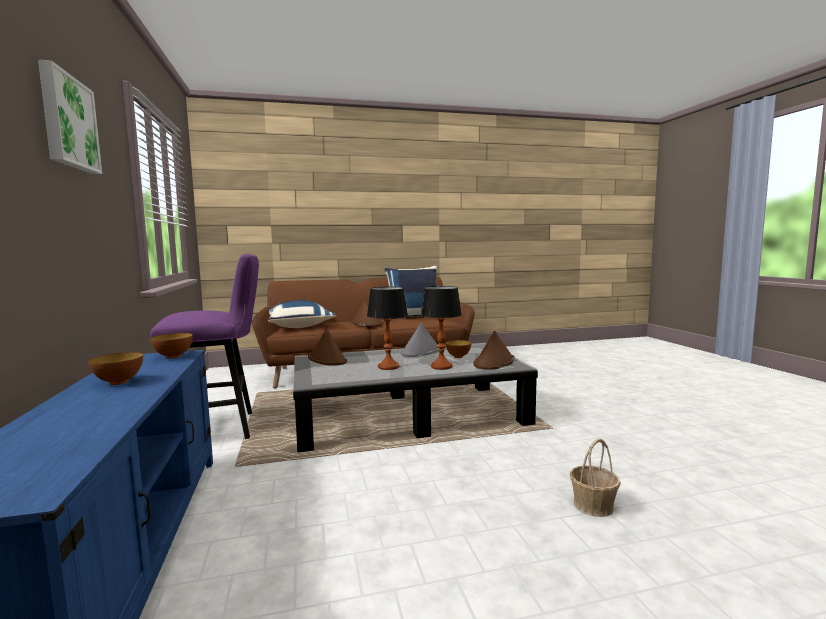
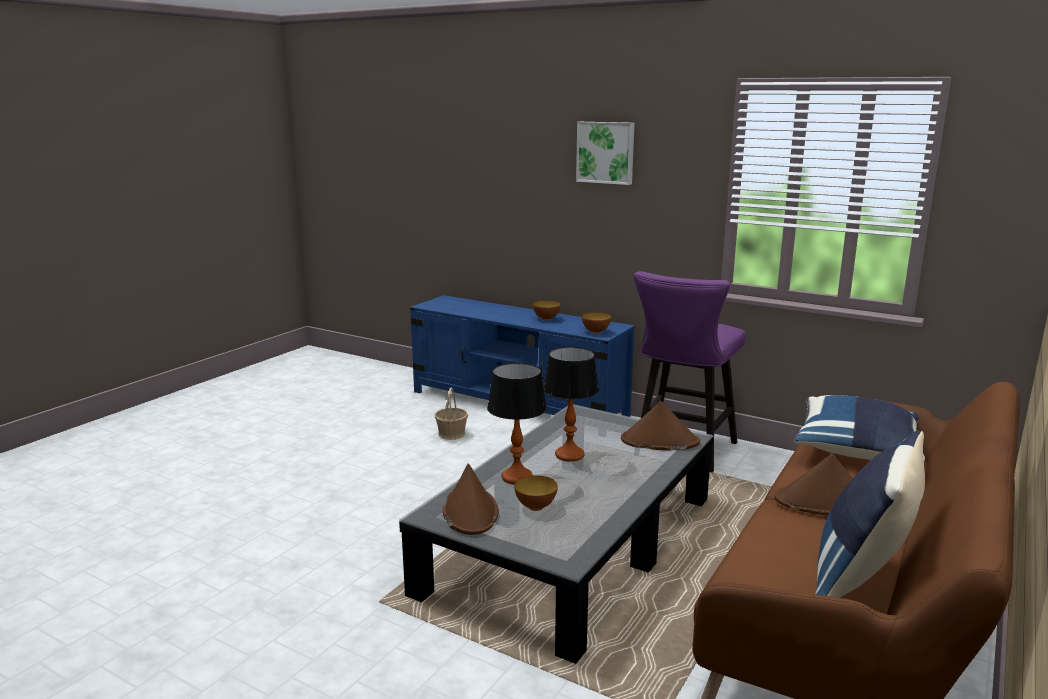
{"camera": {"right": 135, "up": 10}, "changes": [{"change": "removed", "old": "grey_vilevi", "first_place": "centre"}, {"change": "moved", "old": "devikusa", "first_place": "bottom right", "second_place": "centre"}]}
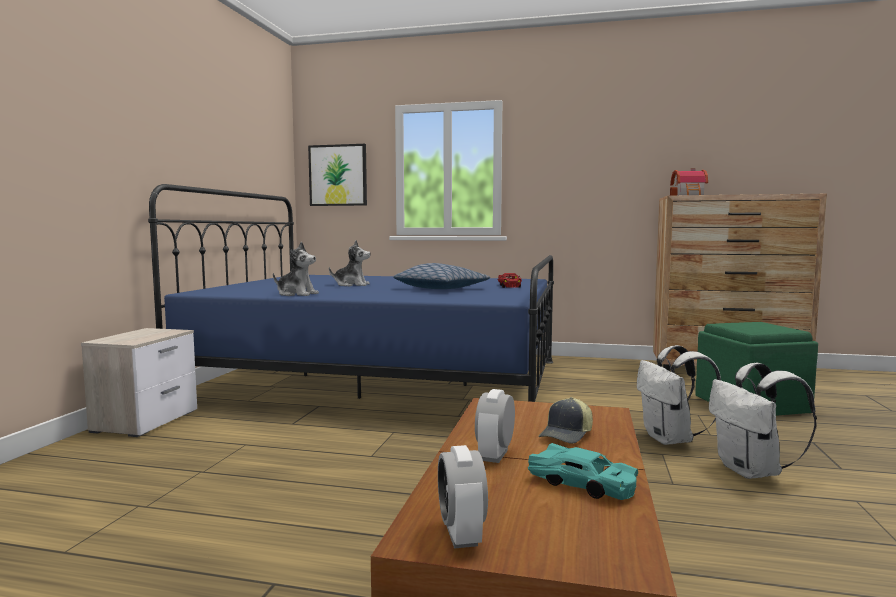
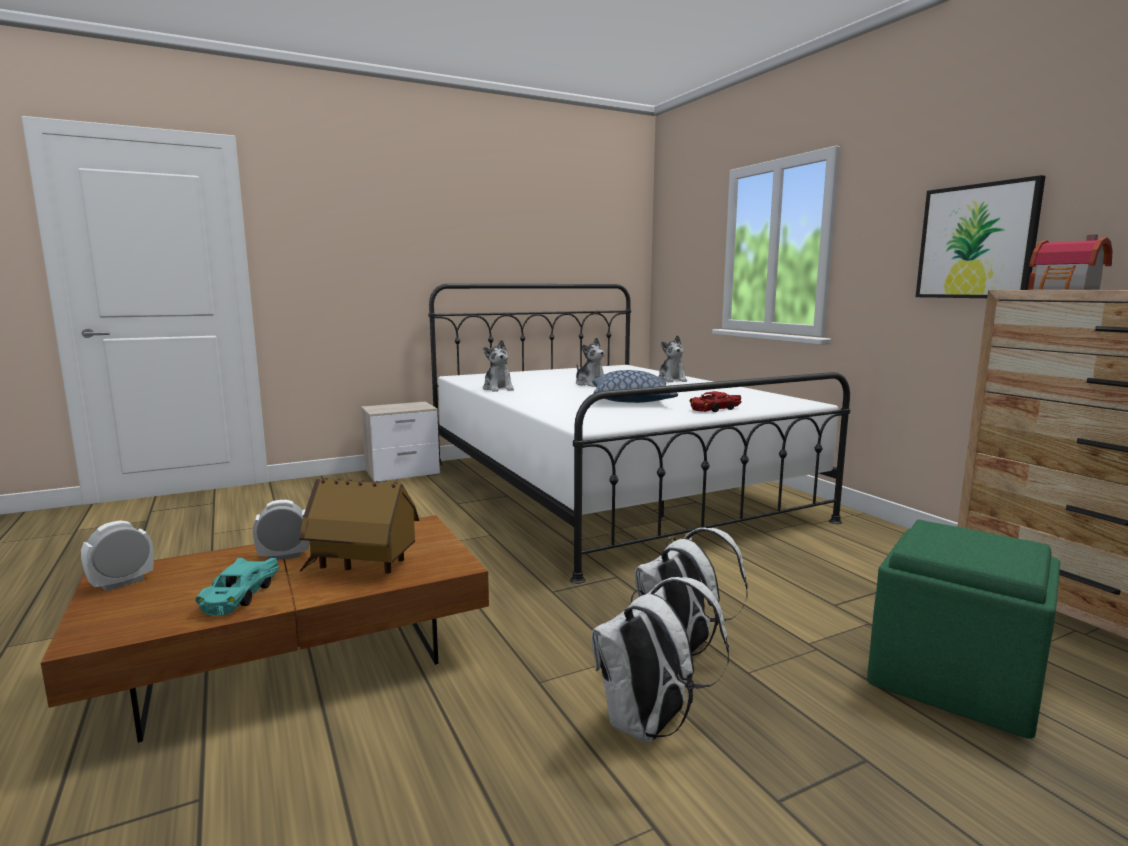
{"camera": {"right": 50, "up": 5}, "changes": [{"change": "moved", "old": "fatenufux", "first_place": "top centre", "second_place": "top right"}, {"change": "recoloured", "old": "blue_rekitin", "new": "white_rekitin", "first_place": "centre", "second_place": "centre"}, {"change": "replaced", "old": "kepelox", "new": "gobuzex (1st from left)", "first_place": "bottom centre", "second_place": "middle left"}, {"change": "added", "new": "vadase (3rd from left)", "second_place": "centre"}]}
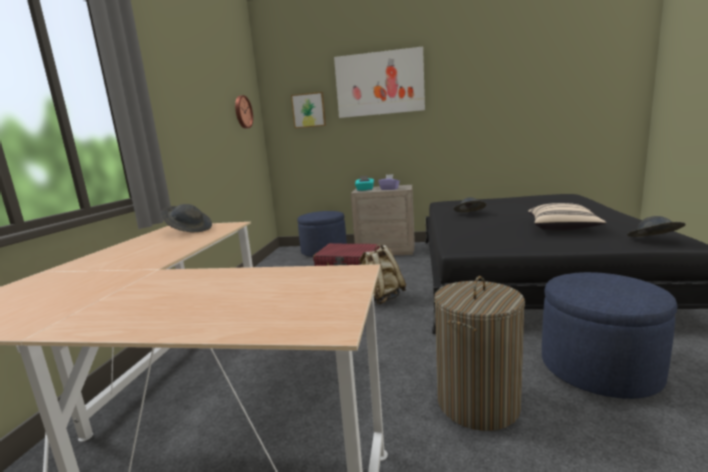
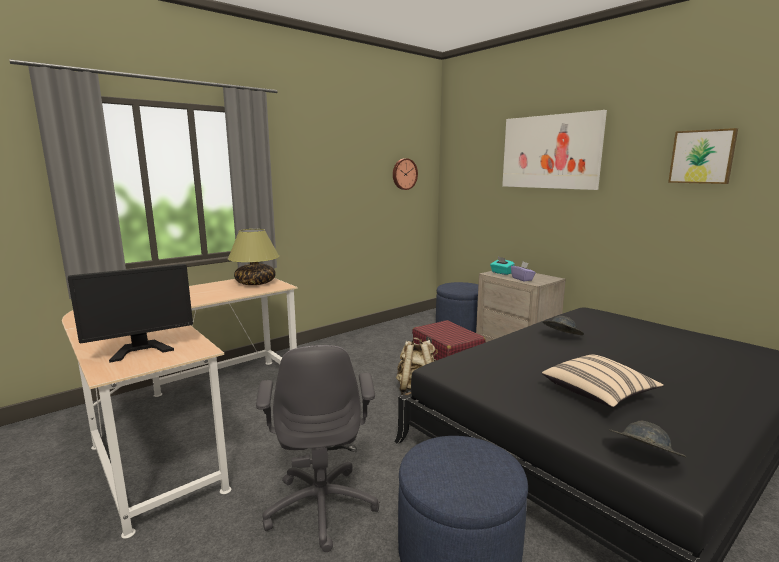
{"camera": {"right": 40, "up": 0}, "changes": [{"change": "moved", "old": "fatenufux (1st from left in the first image)", "new": "fatenufux (2nd from left)", "first_place": "top centre", "second_place": "top right"}, {"change": "replaced", "old": "grey_vilevi (1st from left)", "new": "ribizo", "first_place": "middle left", "second_place": "middle left"}, {"change": "replaced", "old": "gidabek", "new": "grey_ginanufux", "first_place": "bottom right", "second_place": "bottom centre"}, {"change": "added", "new": "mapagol", "second_place": "middle left"}]}
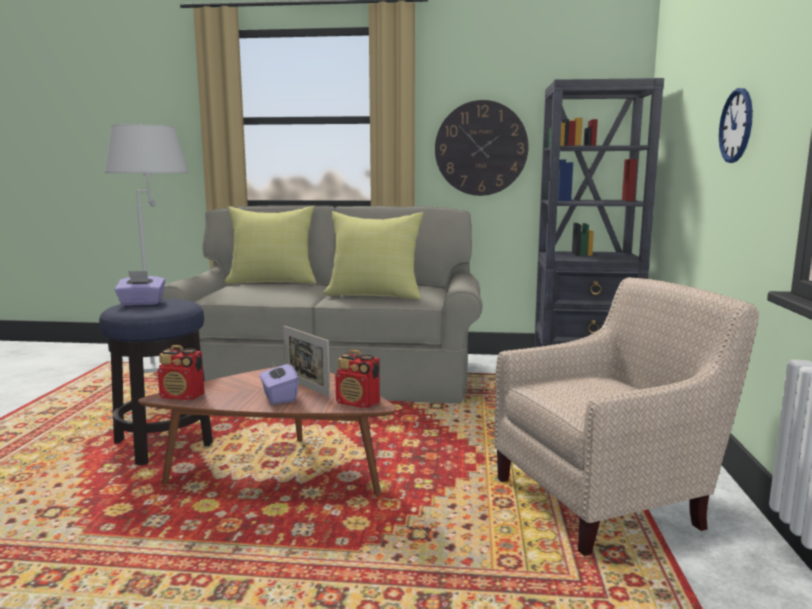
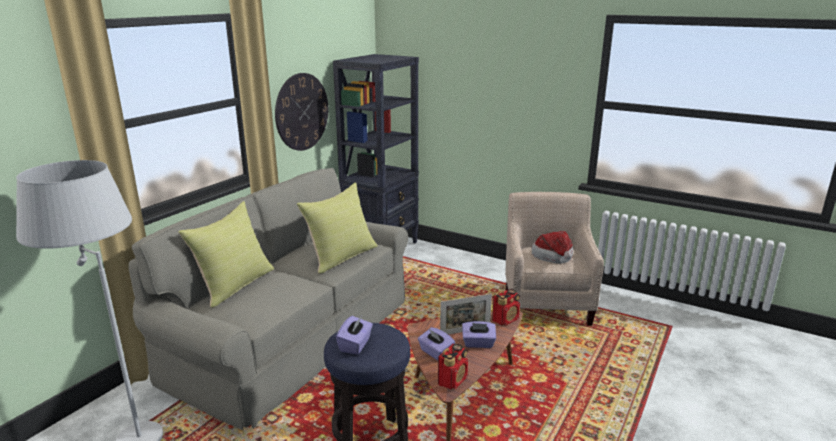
{"camera": {"right": -65, "up": 10}, "changes": [{"change": "removed", "old": "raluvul (2nd from left)", "first_place": "top right"}, {"change": "added", "new": "vilevi", "second_place": "centre"}, {"change": "added", "new": "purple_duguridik (2nd from left)", "second_place": "bottom centre"}]}
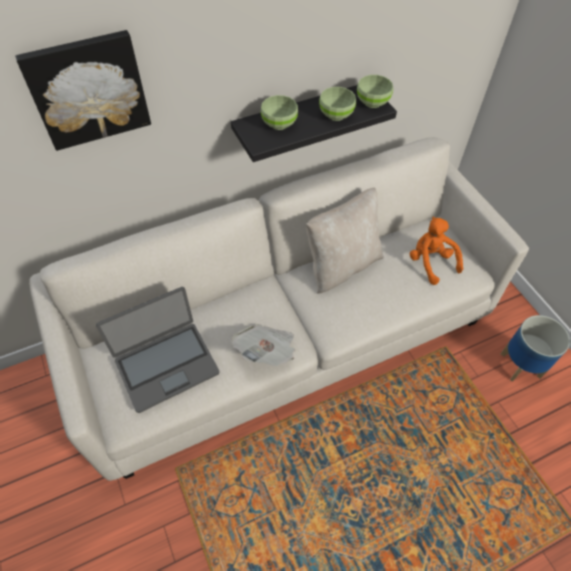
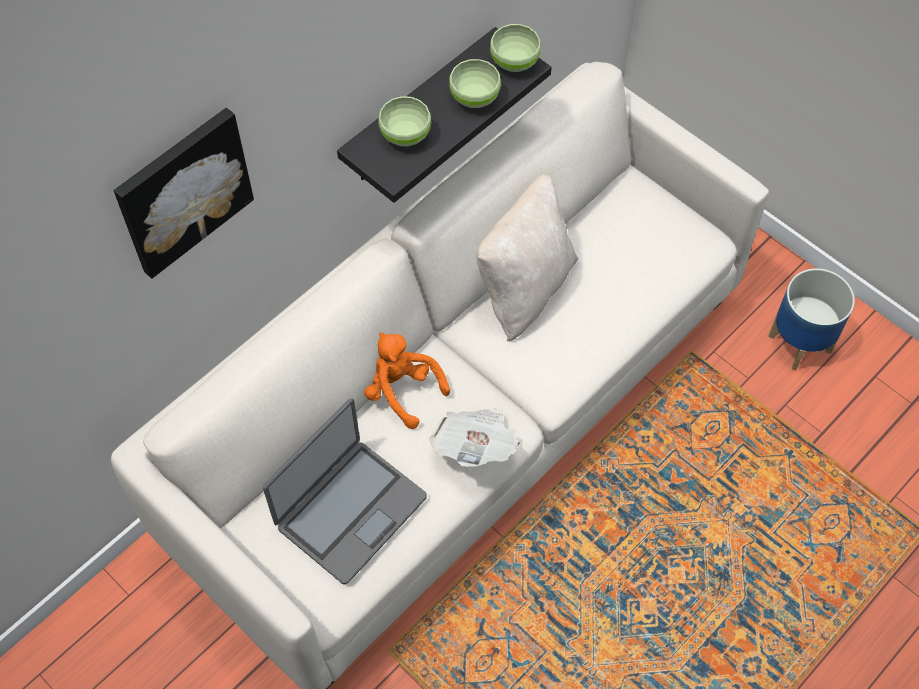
{"camera": {"right": -20, "up": 5}, "changes": [{"change": "moved", "old": "orange_vadase", "first_place": "middle right", "second_place": "centre"}]}
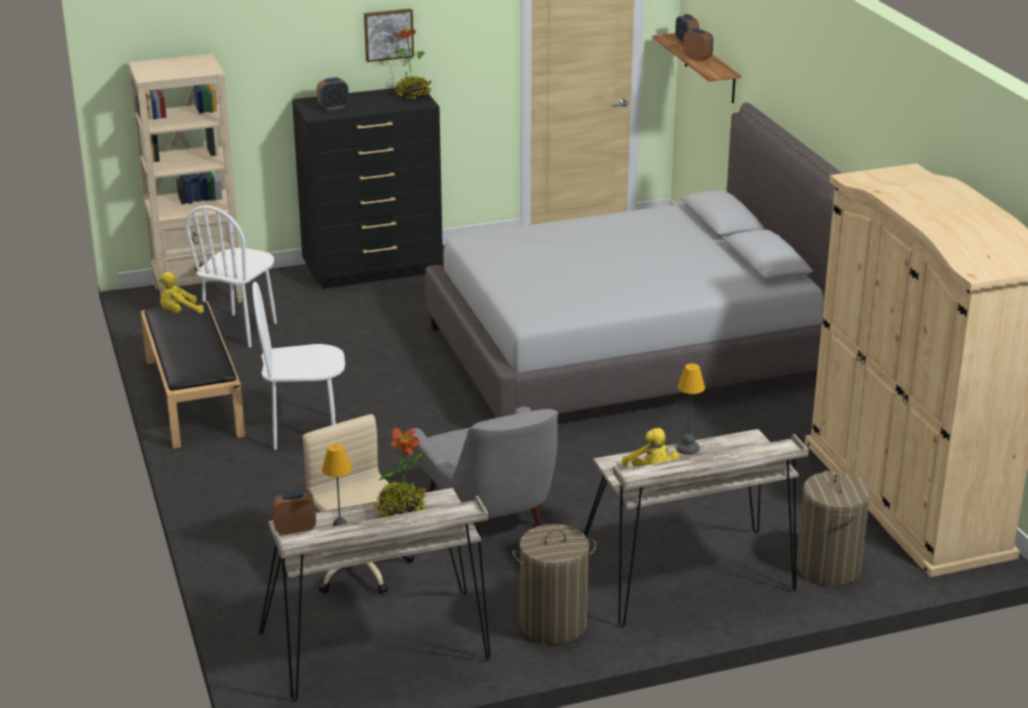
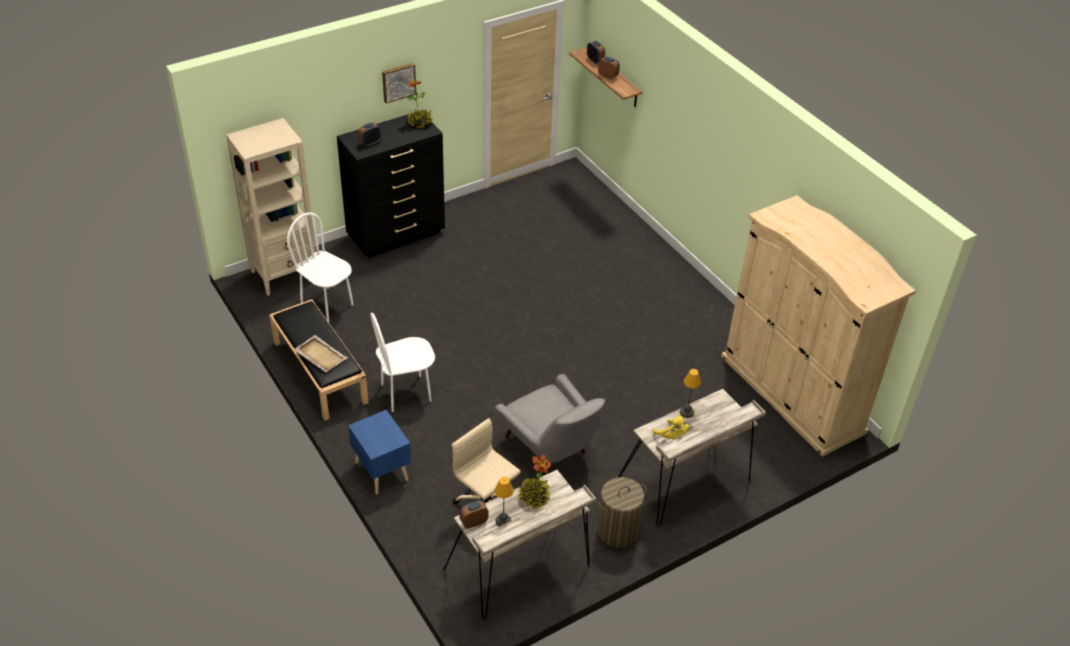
{"camera": {"right": -15, "up": 15}, "changes": [{"change": "removed", "old": "grey_rekitin", "first_place": "centre"}, {"change": "turned", "old": "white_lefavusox (1st from left)", "first_place": "middle left", "second_place": "middle left", "degrees": 120}, {"change": "removed", "old": "yellow_vadase (1st from left)", "first_place": "middle left"}, {"change": "removed", "old": "gidabek (2nd from left)", "first_place": "bottom right"}, {"change": "added", "new": "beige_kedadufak", "second_place": "middle left"}, {"change": "added", "new": "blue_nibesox", "second_place": "bottom centre"}]}
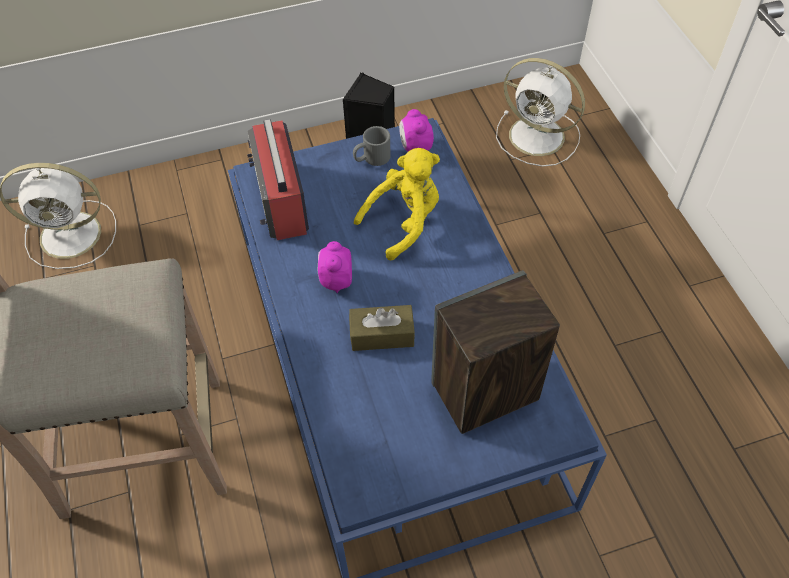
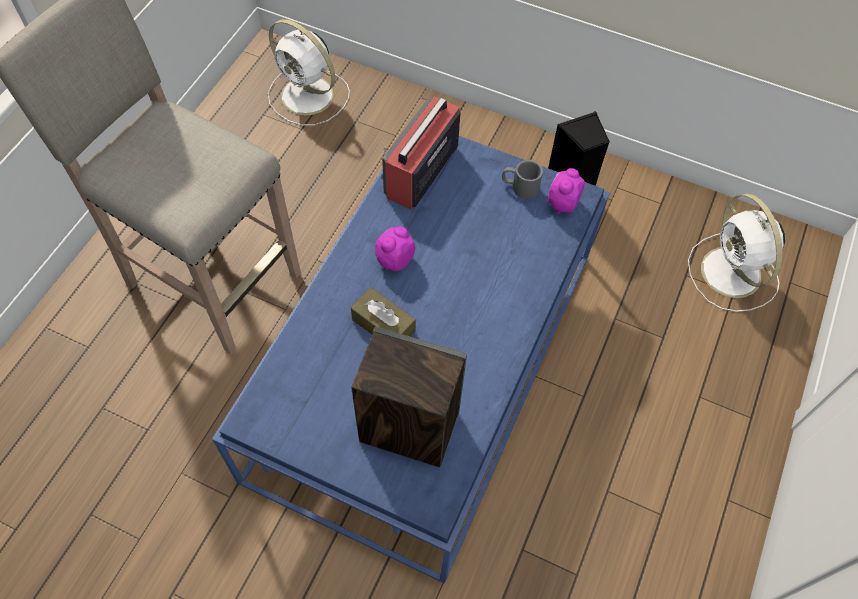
{"camera": {"right": 40, "up": 5}, "changes": [{"change": "removed", "old": "yellow_vadase", "first_place": "centre"}]}
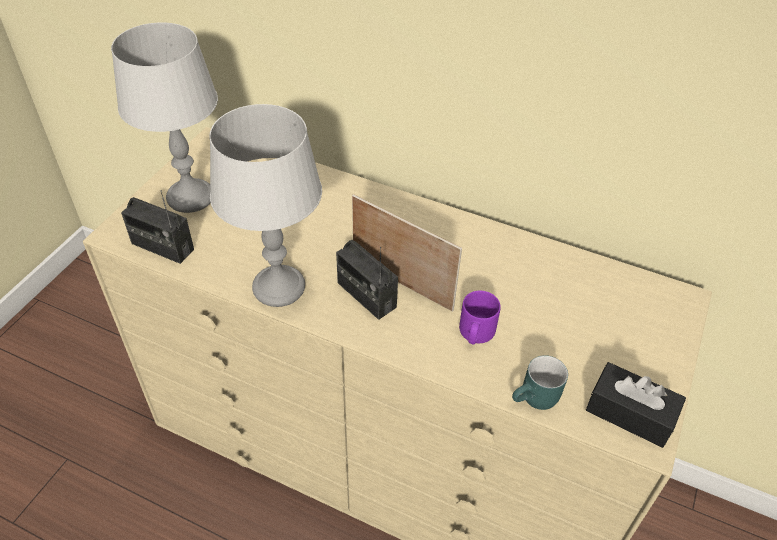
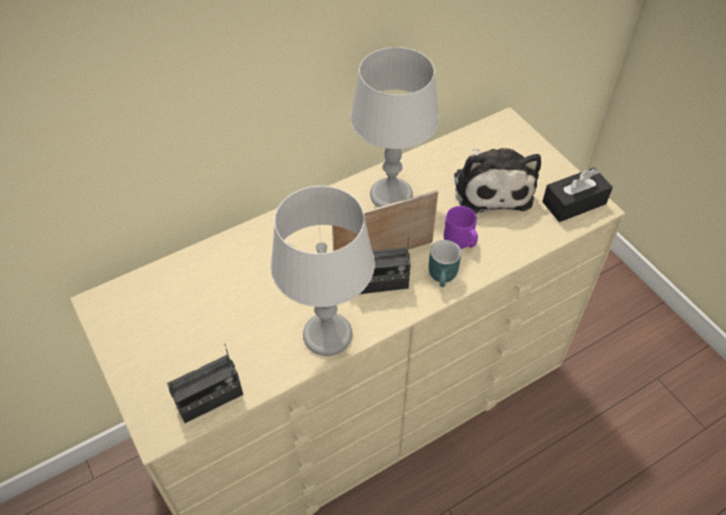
{"camera": {"right": -55, "up": 5}, "changes": [{"change": "moved", "old": "grey_ribizo (1st from left in the first image)", "new": "grey_ribizo (2nd from left)", "first_place": "top left", "second_place": "top centre"}, {"change": "moved", "old": "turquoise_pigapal", "first_place": "bottom right", "second_place": "centre"}, {"change": "added", "new": "vadase", "second_place": "middle right"}]}
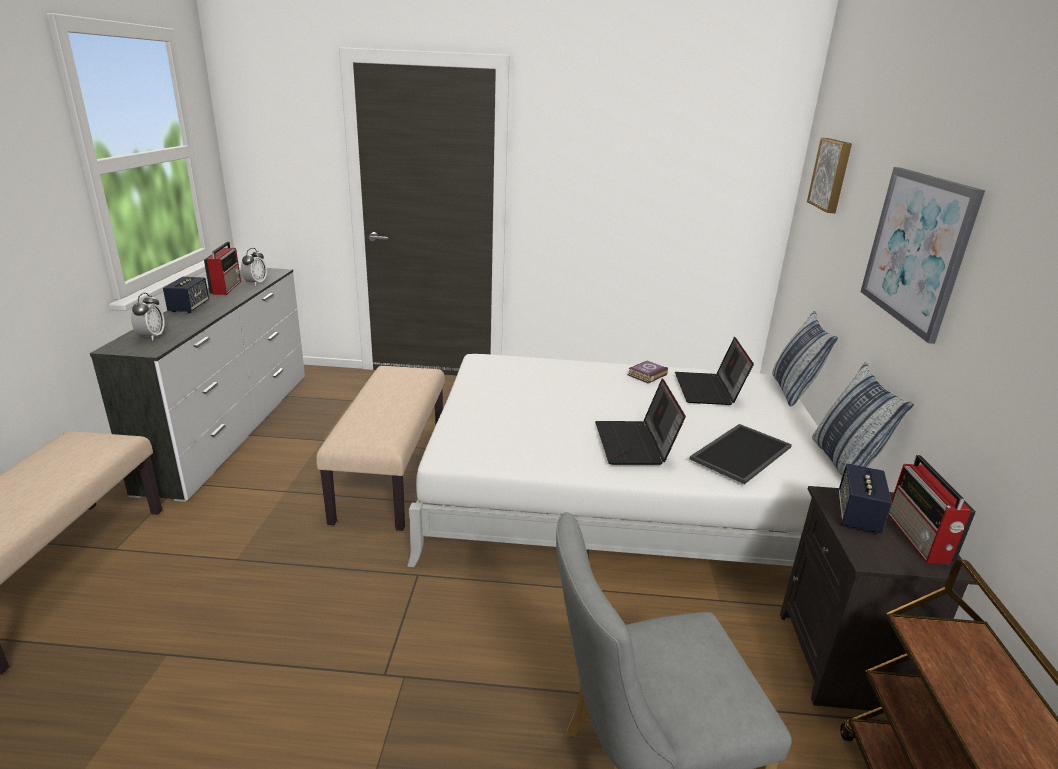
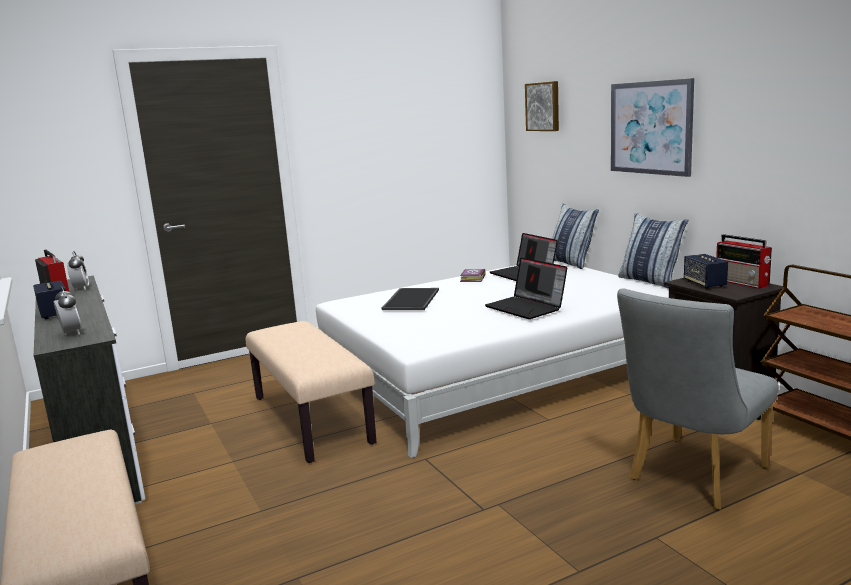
{"camera": {"right": -30, "up": -10}, "changes": [{"change": "moved", "old": "kedadufak", "first_place": "middle right", "second_place": "centre"}]}
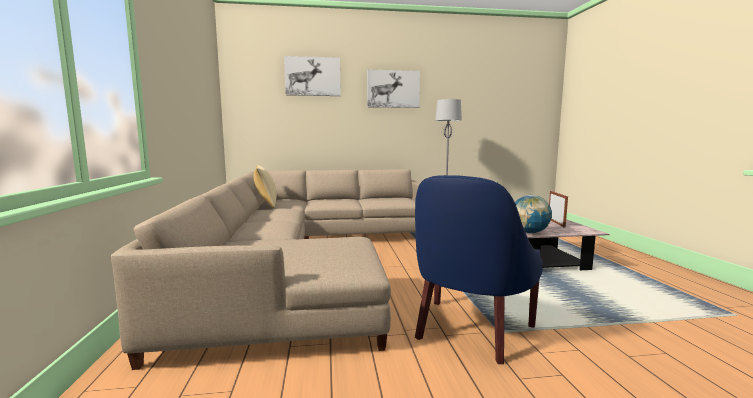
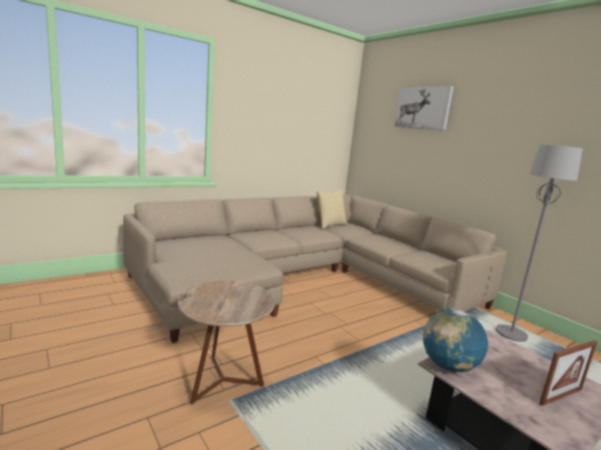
{"camera": {"right": 60, "up": 5}, "changes": [{"change": "removed", "old": "fatenufux (2nd from left)", "first_place": "top centre"}, {"change": "replaced", "old": "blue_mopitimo", "new": "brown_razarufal", "first_place": "bottom centre", "second_place": "bottom centre"}]}
